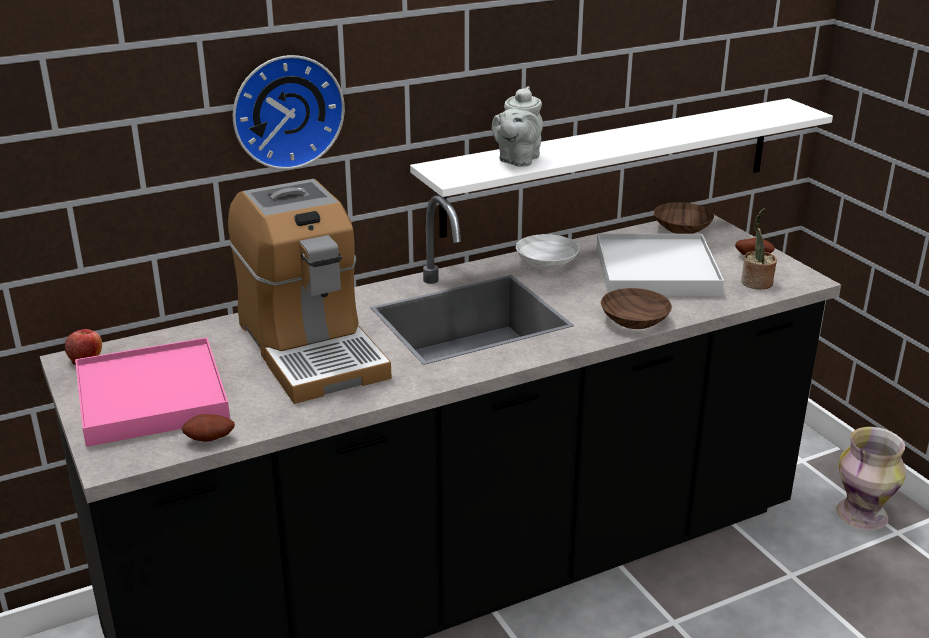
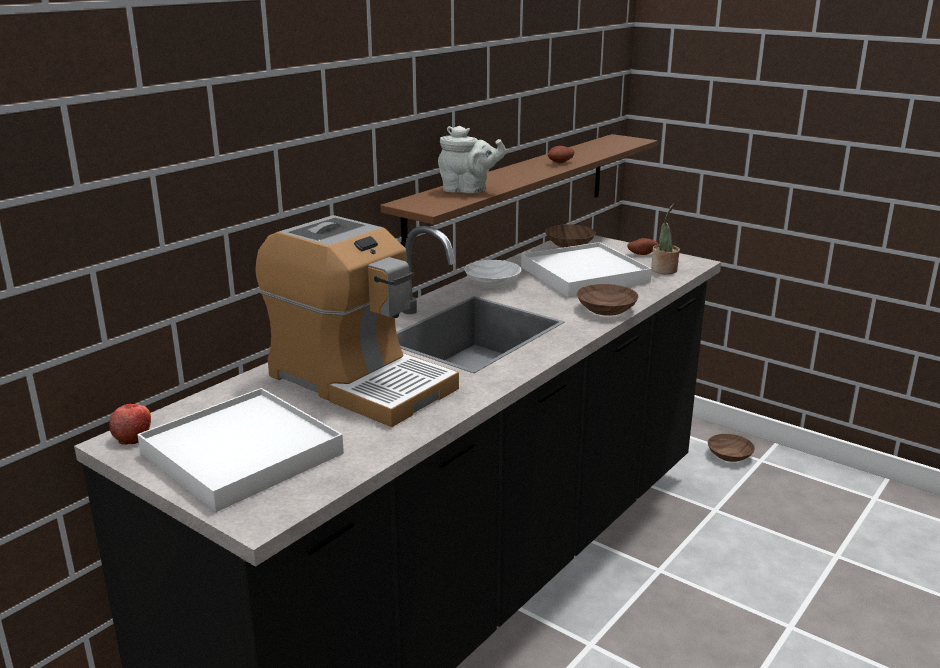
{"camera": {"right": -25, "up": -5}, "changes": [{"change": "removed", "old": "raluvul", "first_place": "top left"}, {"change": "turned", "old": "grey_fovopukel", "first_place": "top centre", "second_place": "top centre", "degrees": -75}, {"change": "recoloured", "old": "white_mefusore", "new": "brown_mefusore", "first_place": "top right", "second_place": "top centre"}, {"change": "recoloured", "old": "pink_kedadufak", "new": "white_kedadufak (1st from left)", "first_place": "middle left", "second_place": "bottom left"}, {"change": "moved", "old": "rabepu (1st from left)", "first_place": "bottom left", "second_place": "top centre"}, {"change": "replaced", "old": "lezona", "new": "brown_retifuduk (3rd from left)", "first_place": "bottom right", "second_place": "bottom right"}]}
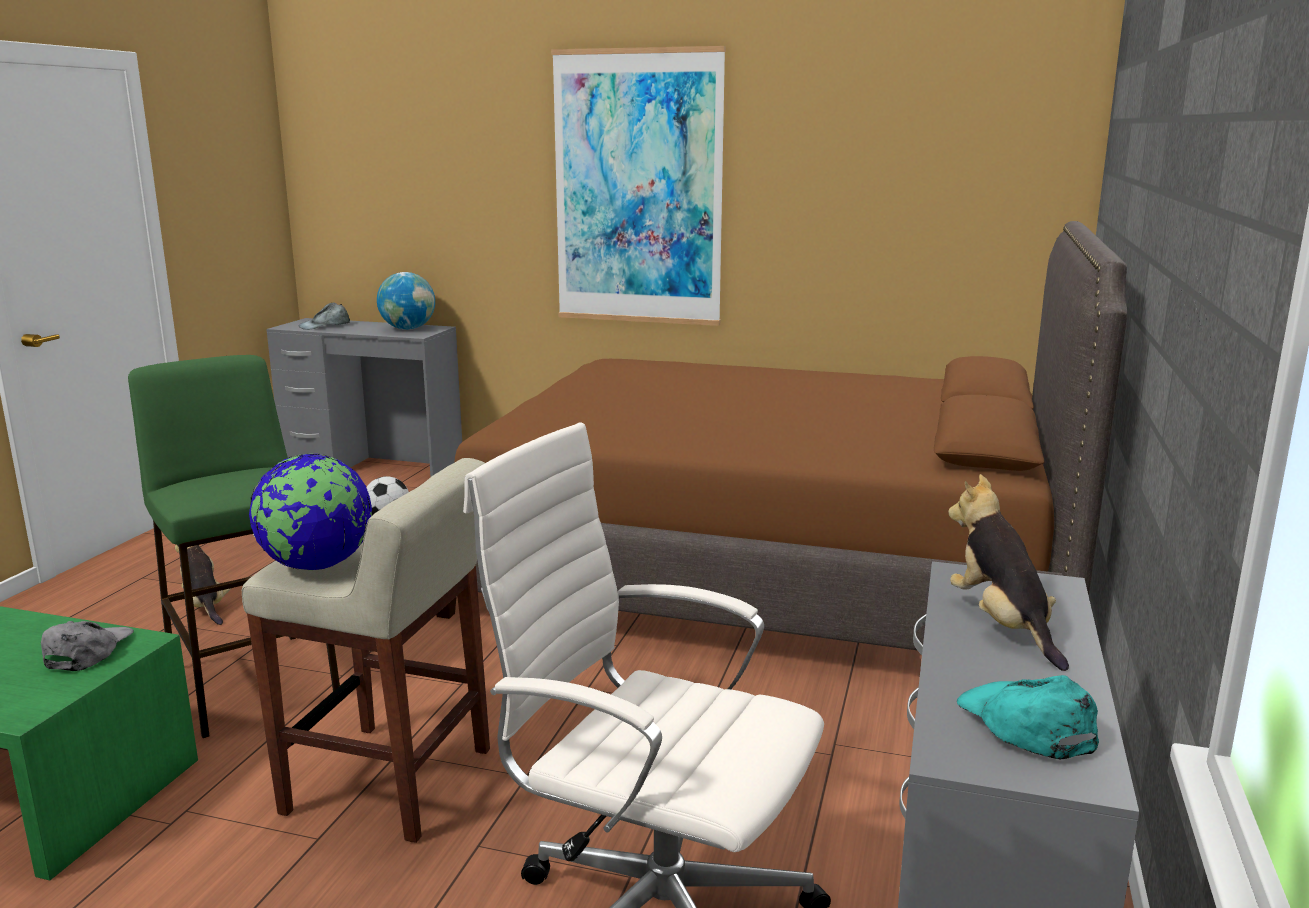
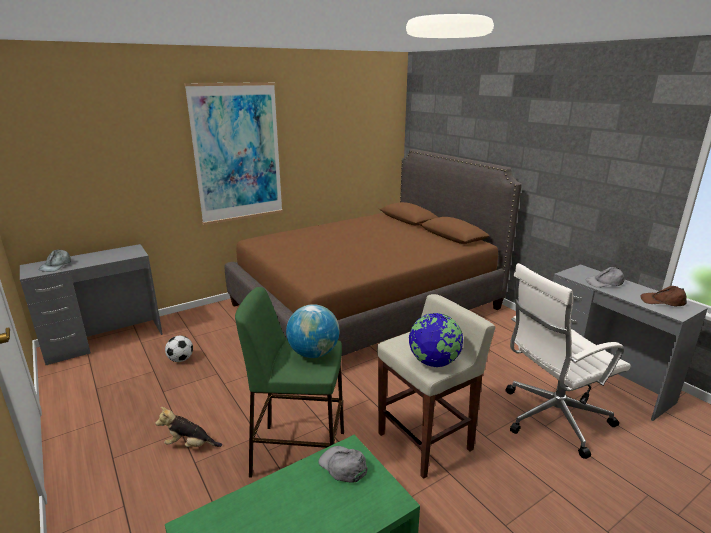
{"camera": {"right": -50, "up": 5}, "changes": [{"change": "moved", "old": "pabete (2nd from left in the first image)", "new": "pabete (1st from left)", "first_place": "top left", "second_place": "centre"}, {"change": "replaced", "old": "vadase (2nd from left)", "new": "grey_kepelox (3rd from left)", "first_place": "middle right", "second_place": "middle right"}, {"change": "recoloured", "old": "turquoise_kepelox", "new": "brown_kepelox", "first_place": "bottom right", "second_place": "middle right"}]}
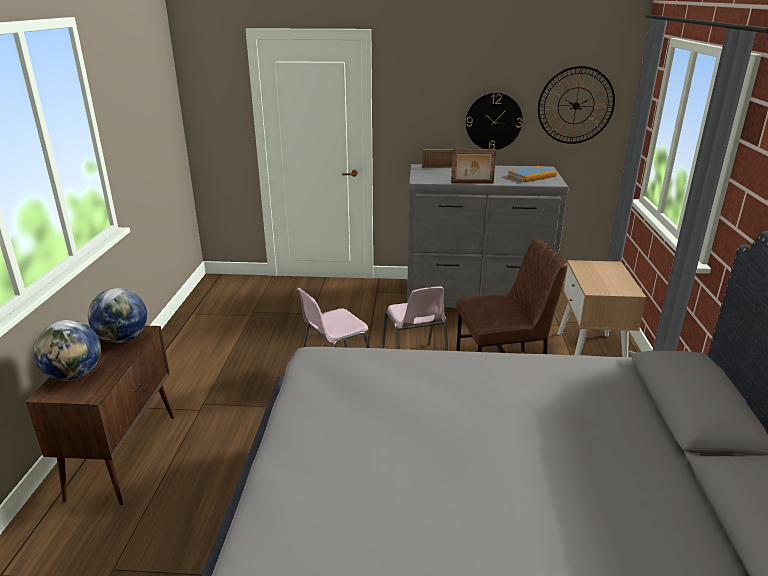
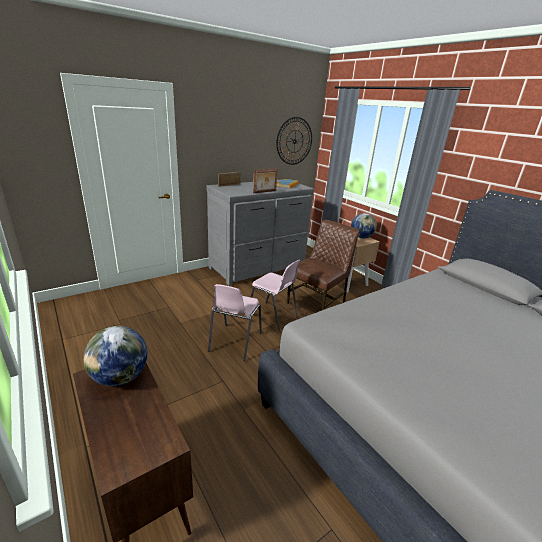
{"camera": {"right": -40, "up": 0}, "changes": [{"change": "removed", "old": "raluvul (1st from left)", "first_place": "top centre"}, {"change": "moved", "old": "pabete (1st from left in the first image)", "new": "pabete (2nd from left)", "first_place": "middle left", "second_place": "middle right"}]}
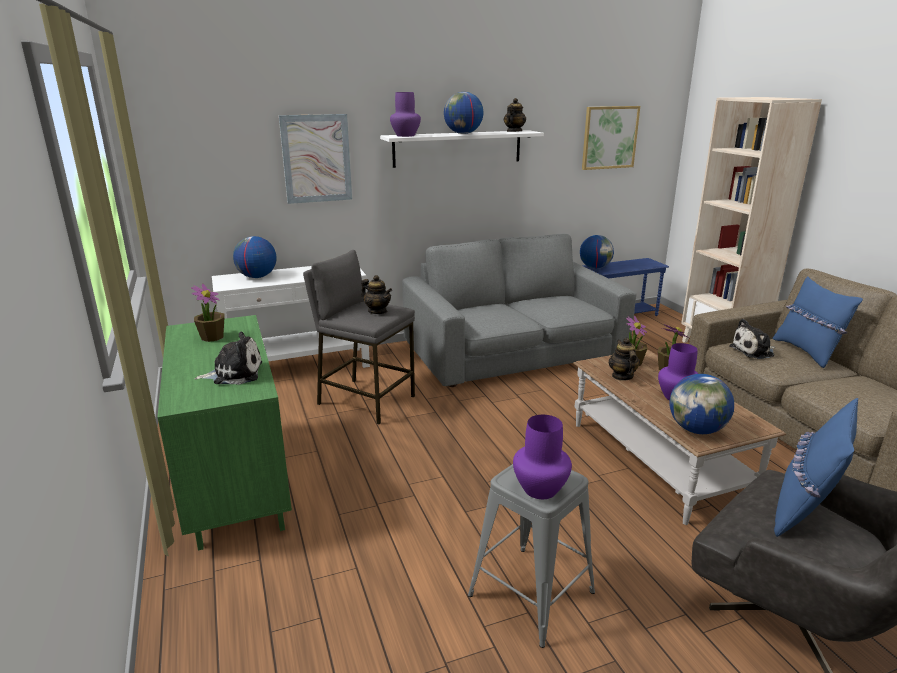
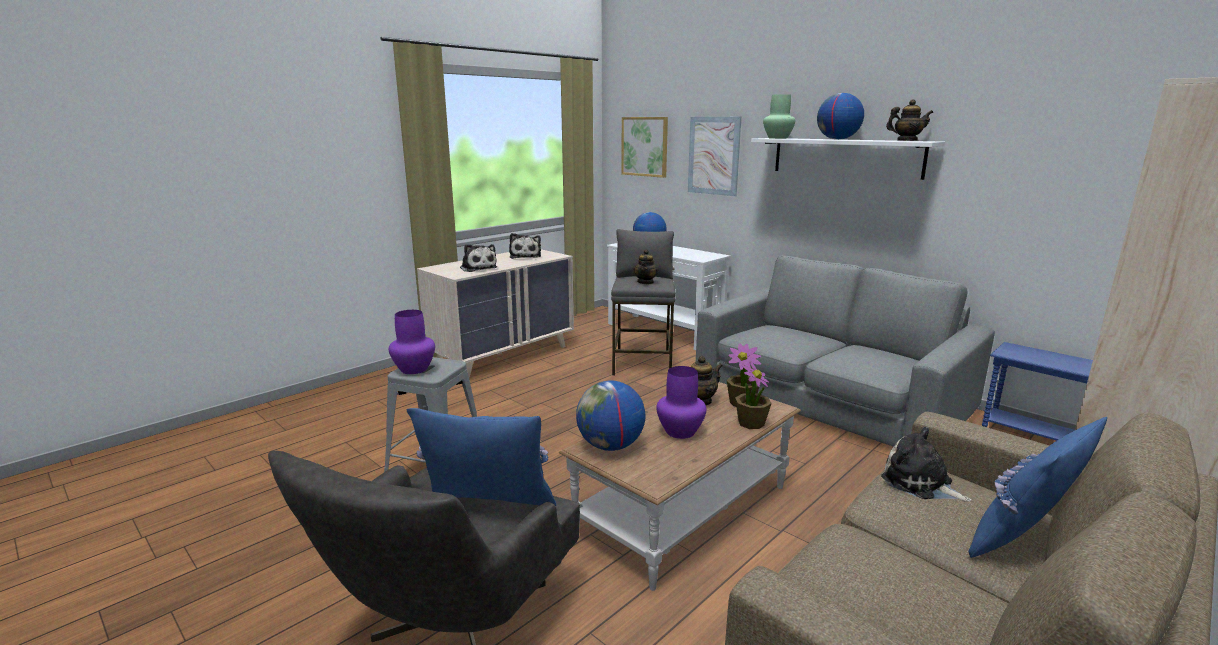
{"camera": {"right": 65, "up": -5}, "changes": [{"change": "recoloured", "old": "purple_lezona (1st from left)", "new": "green_lezona", "first_place": "top centre", "second_place": "top centre"}, {"change": "moved", "old": "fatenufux (2nd from left in the first image)", "new": "fatenufux (1st from left)", "first_place": "top right", "second_place": "top centre"}, {"change": "removed", "old": "pabete (3rd from left)", "first_place": "centre"}, {"change": "replaced", "old": "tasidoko (1st from left)", "new": "vadase (2nd from left)", "first_place": "middle left", "second_place": "centre"}, {"change": "recoloured", "old": "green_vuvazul", "new": "beige_vuvazul", "first_place": "middle left", "second_place": "centre"}]}
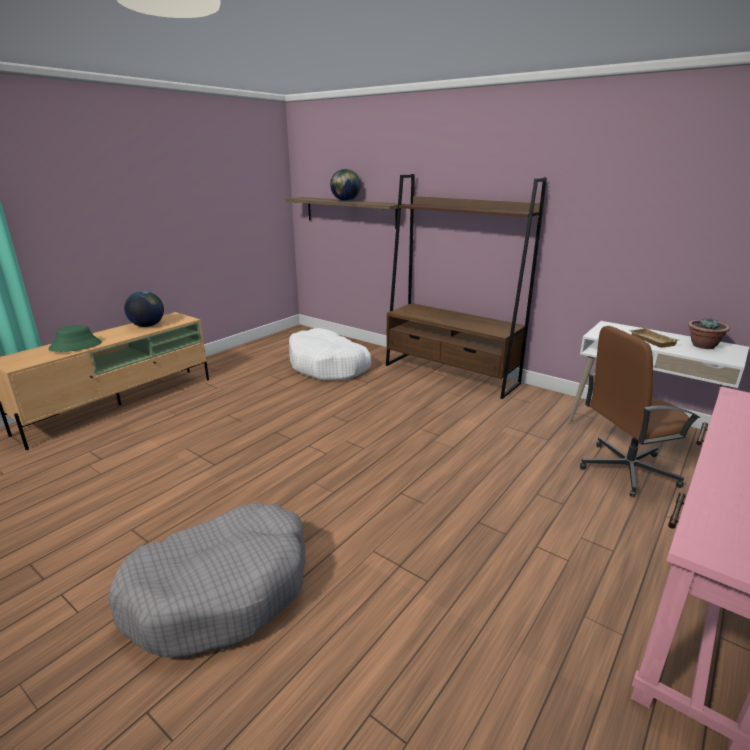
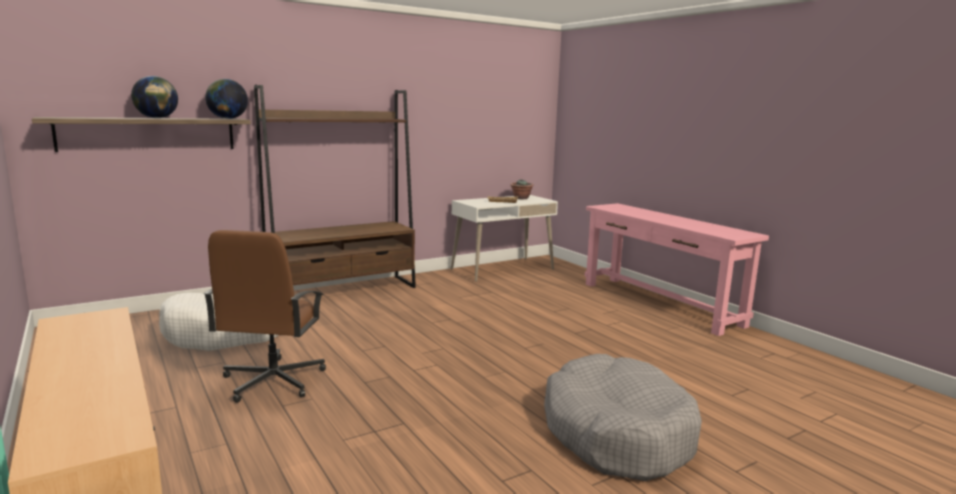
{"camera": {"right": -70, "up": -10}, "changes": [{"change": "moved", "old": "pabete (1st from left in the first image)", "new": "pabete (2nd from left)", "first_place": "middle left", "second_place": "top left"}, {"change": "removed", "old": "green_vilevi", "first_place": "middle left"}, {"change": "moved", "old": "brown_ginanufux", "first_place": "middle right", "second_place": "middle left"}]}
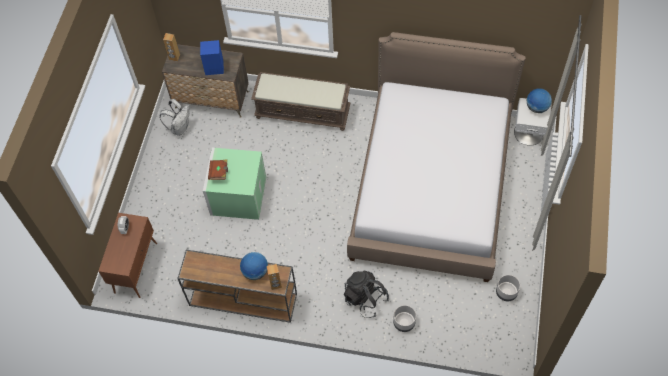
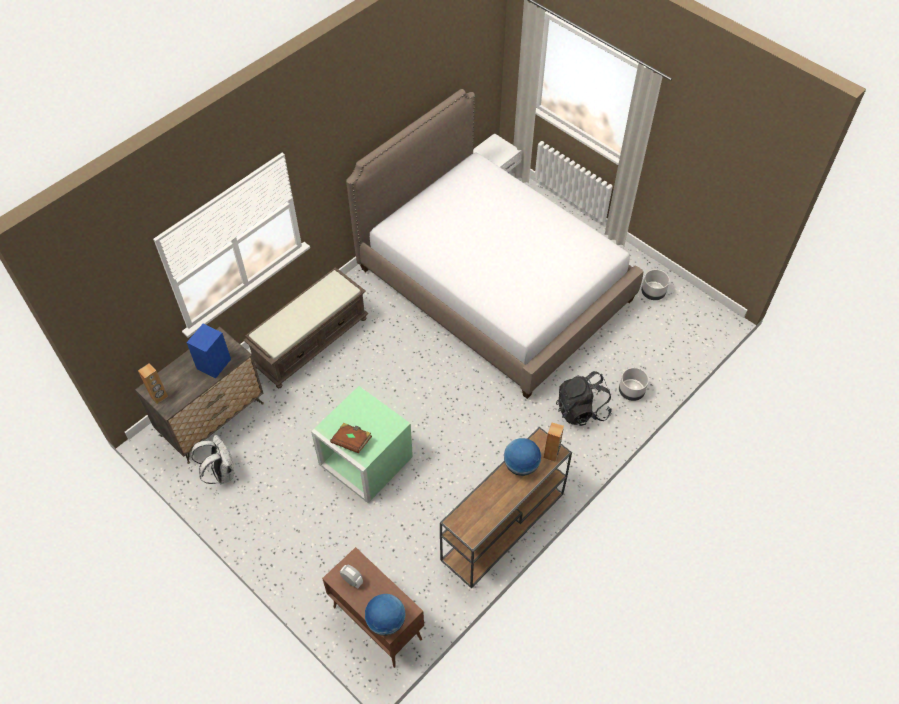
{"camera": {"right": -60, "up": -5}, "changes": [{"change": "moved", "old": "pabete (2nd from left in the first image)", "new": "pabete (1st from left)", "first_place": "top right", "second_place": "bottom centre"}]}
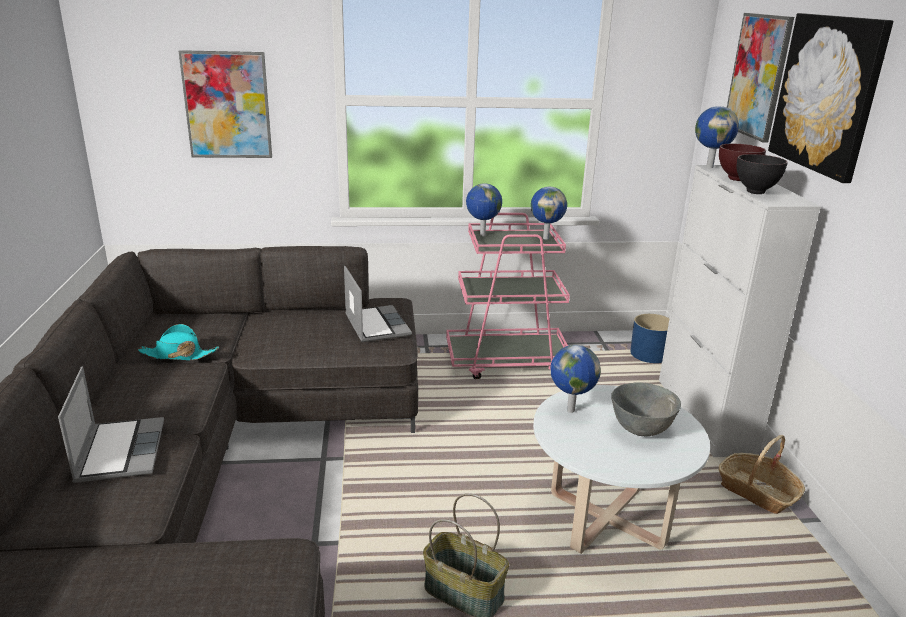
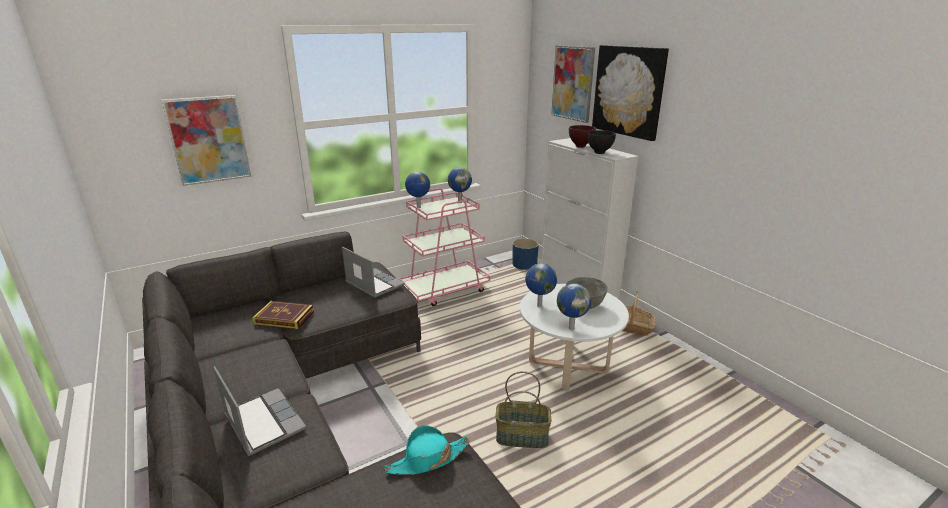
{"camera": {"right": -25, "up": 0}, "changes": [{"change": "moved", "old": "pabete (4th from left)", "first_place": "top right", "second_place": "centre"}, {"change": "moved", "old": "turquoise_vilevi", "first_place": "middle left", "second_place": "bottom centre"}, {"change": "added", "new": "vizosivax", "second_place": "middle left"}]}
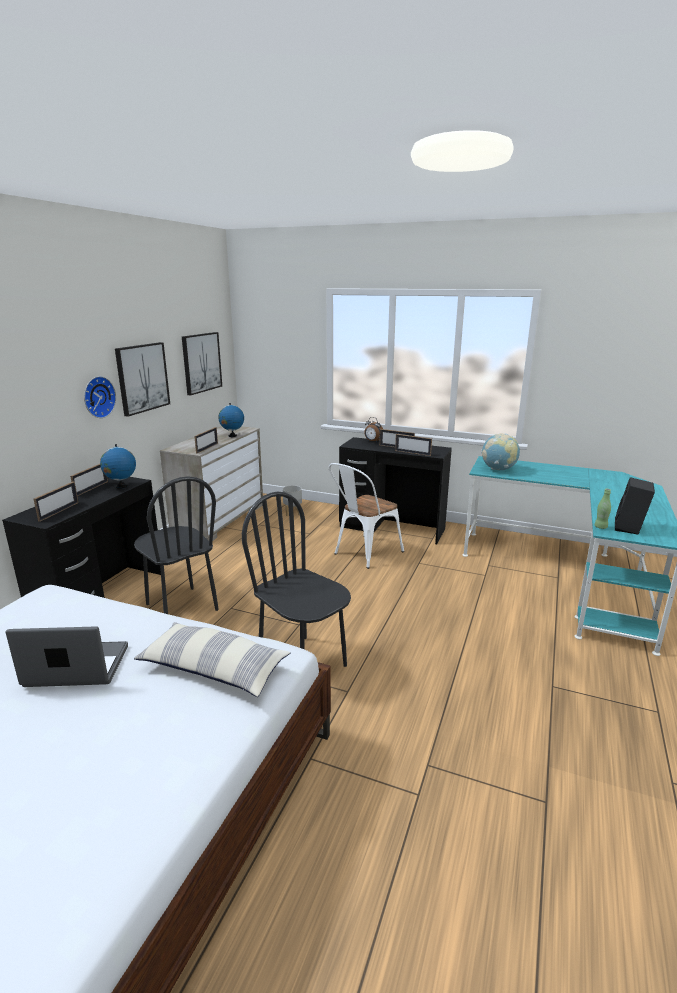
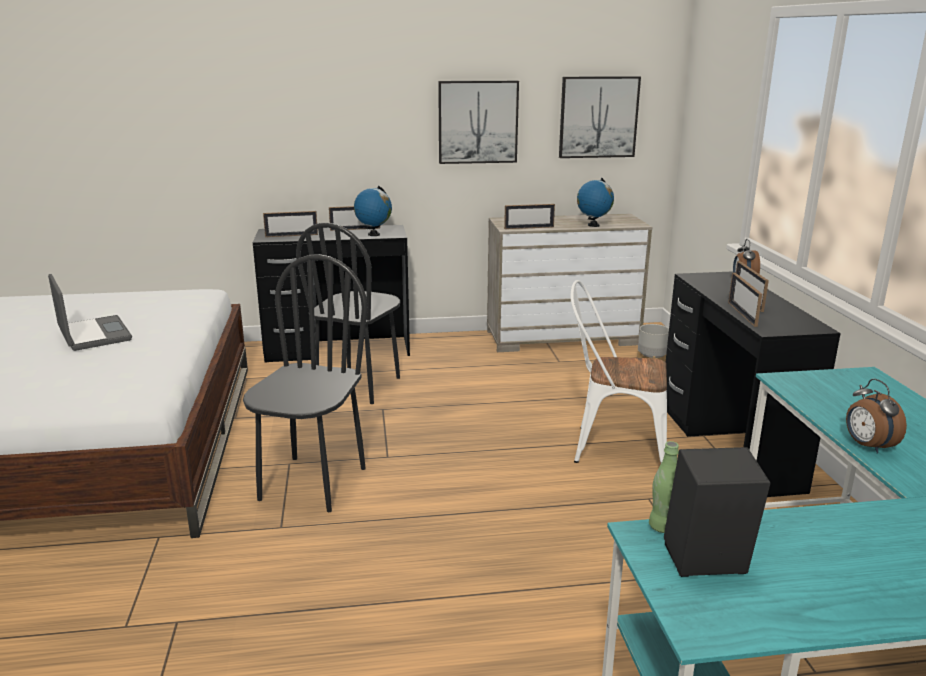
{"camera": {"right": 60, "up": 0}, "changes": [{"change": "removed", "old": "raluvul", "first_place": "middle left"}, {"change": "removed", "old": "pabete (3rd from left)", "first_place": "middle right"}, {"change": "removed", "old": "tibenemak", "first_place": "middle left"}, {"change": "added", "new": "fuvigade (2nd from left)", "second_place": "middle right"}]}
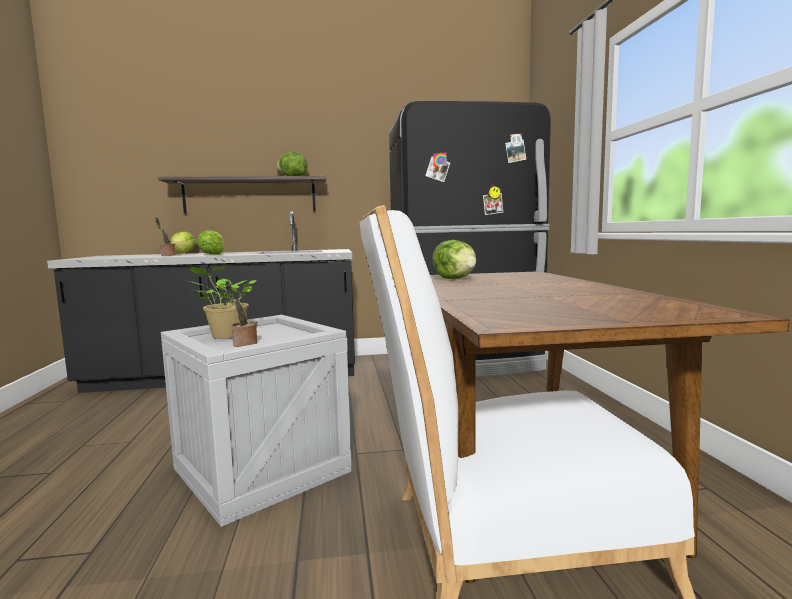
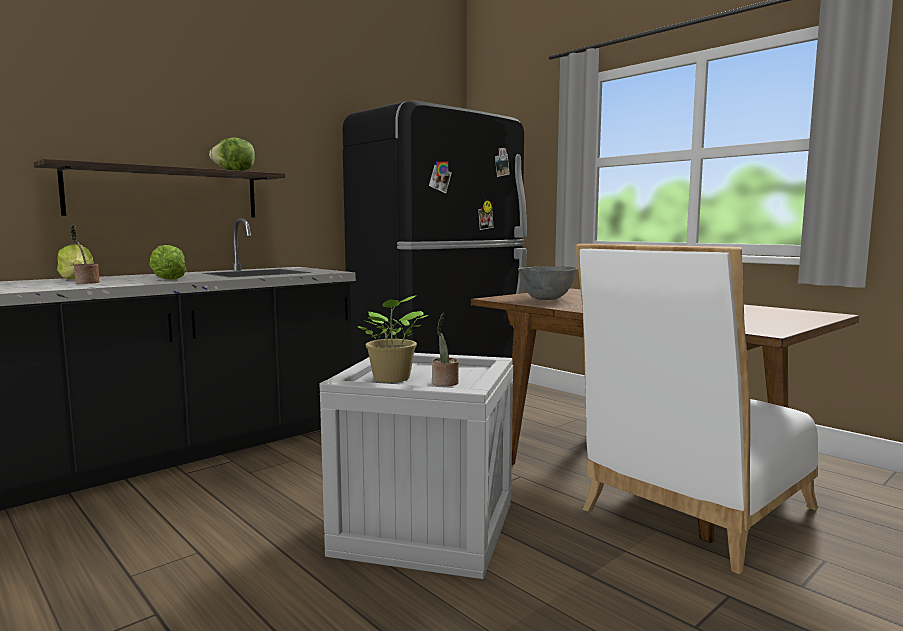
{"camera": {"right": -35, "up": 0}, "changes": [{"change": "replaced", "old": "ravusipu (4th from left)", "new": "grey_retifuduk", "first_place": "centre", "second_place": "centre"}]}
